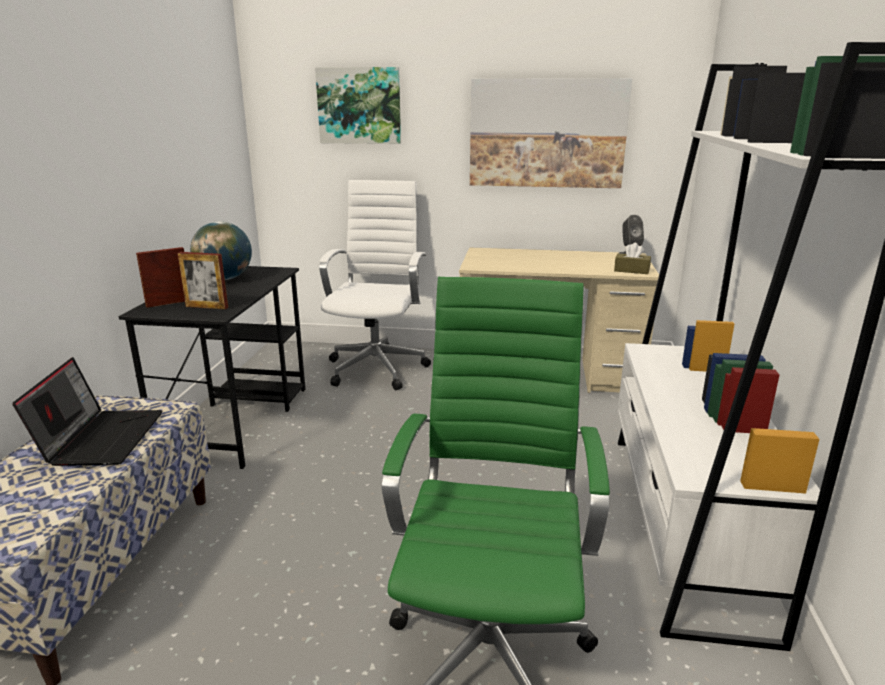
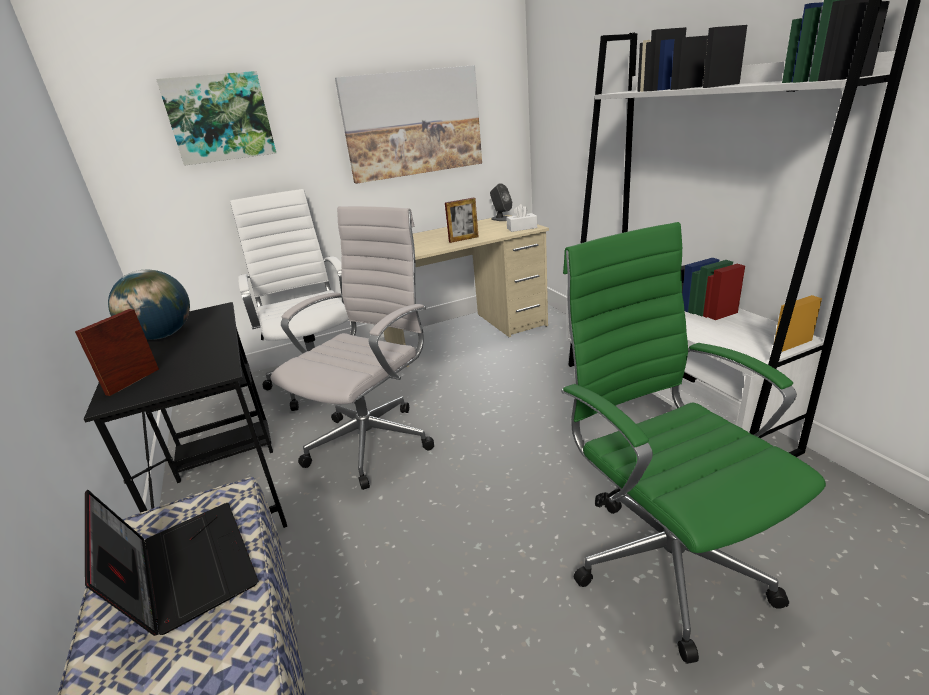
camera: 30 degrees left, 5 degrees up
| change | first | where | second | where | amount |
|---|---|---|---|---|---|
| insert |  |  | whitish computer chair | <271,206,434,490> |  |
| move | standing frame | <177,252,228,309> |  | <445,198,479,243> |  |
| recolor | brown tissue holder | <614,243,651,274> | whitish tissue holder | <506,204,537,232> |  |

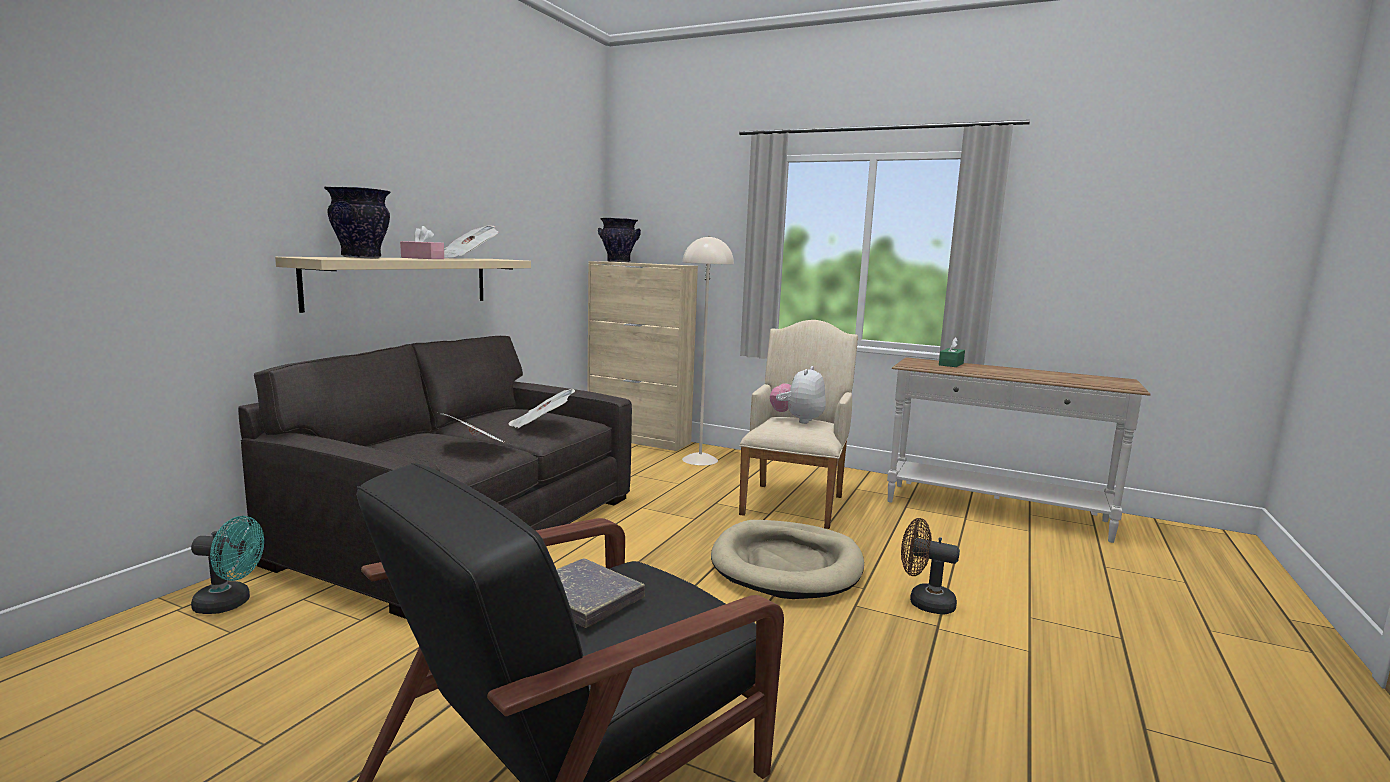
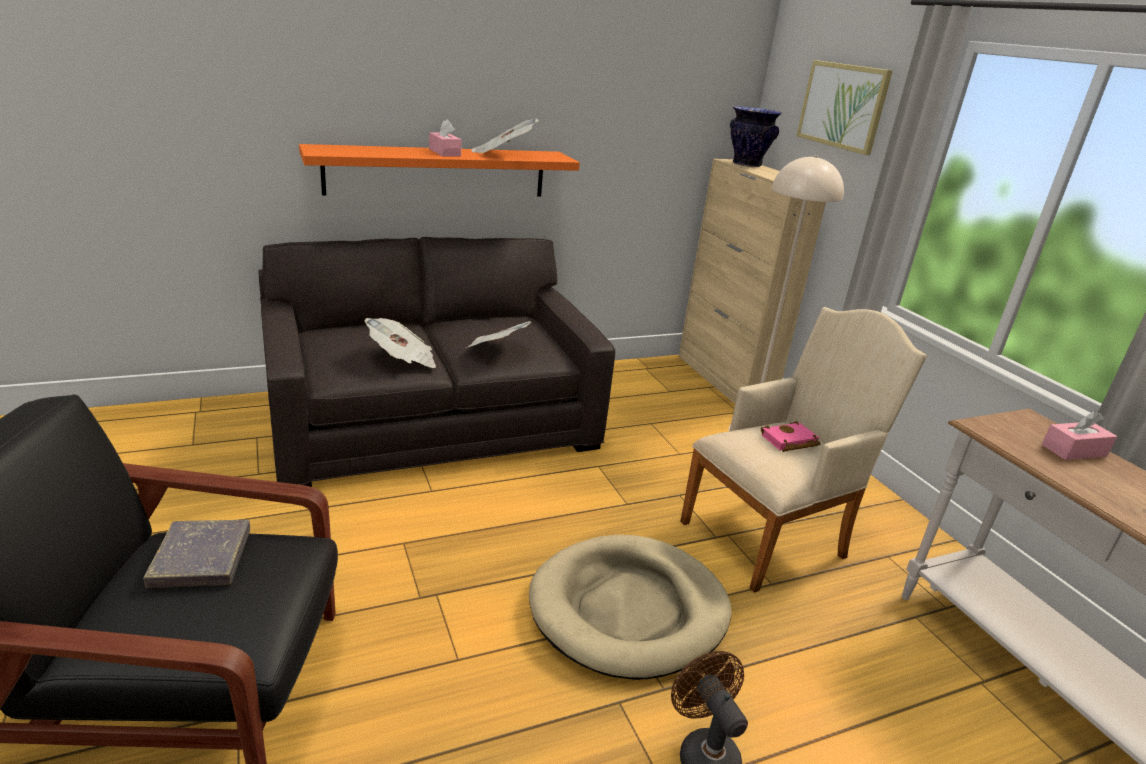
camera: 40 degrees right, 15 degrees up
| change | first | where | second | where | amount |
|---|---|---|---|---|---|
| delete | blue-green electric fan | <191,516,264,614> |  |  |  |
| delete | decorative vase | <324,187,391,259> |  |  |  |
| insert |  |  | wall art | <797,60,893,155> |  |
| replace | cuddly toy | <770,366,826,424> | pink volume | <761,421,821,452> |  |
| recolor | beige-coloured shelf | <275,257,531,313> | orange shelf | <299,144,580,197> |  |
| recolor | green-coloured tissue holder | <939,337,965,367> | pink tissue holder | <1042,411,1117,460> |  |

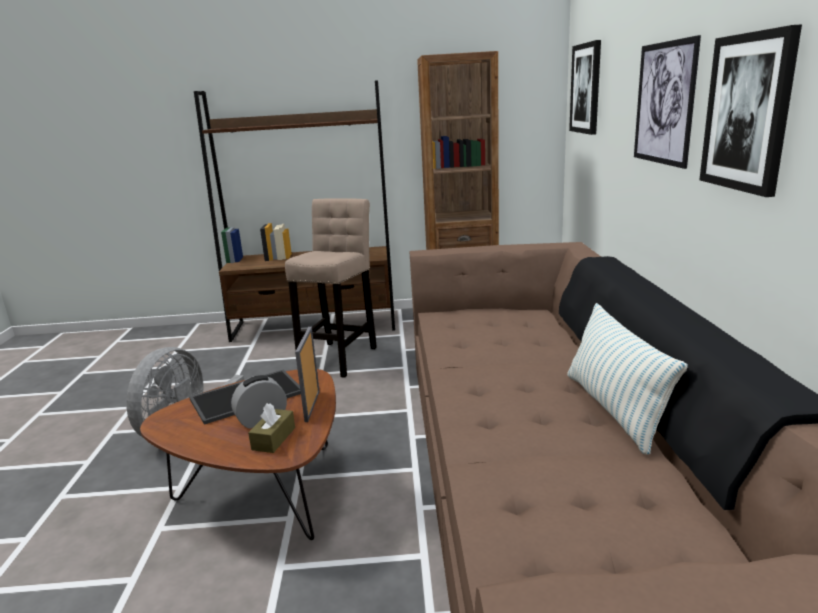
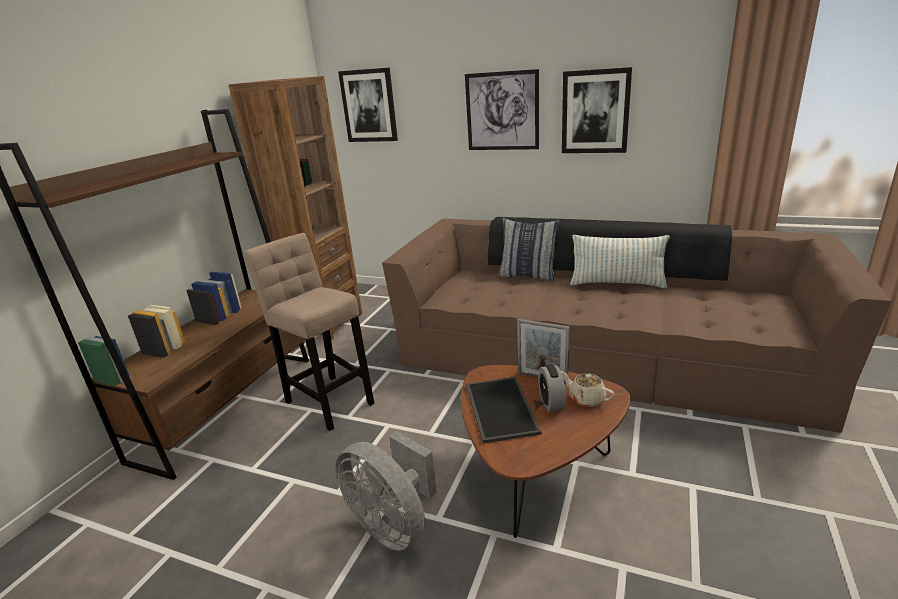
camera: 65 degrees left, 5 degrees up
| change | first | where | second | where | amount |
|---|---|---|---|---|---|
| insert |  |  | pillow | <498,218,560,281> |  |
| replace | brown tissue holder | <248,403,295,453> | beige-coloured pot for tea | <561,371,614,407> |  |

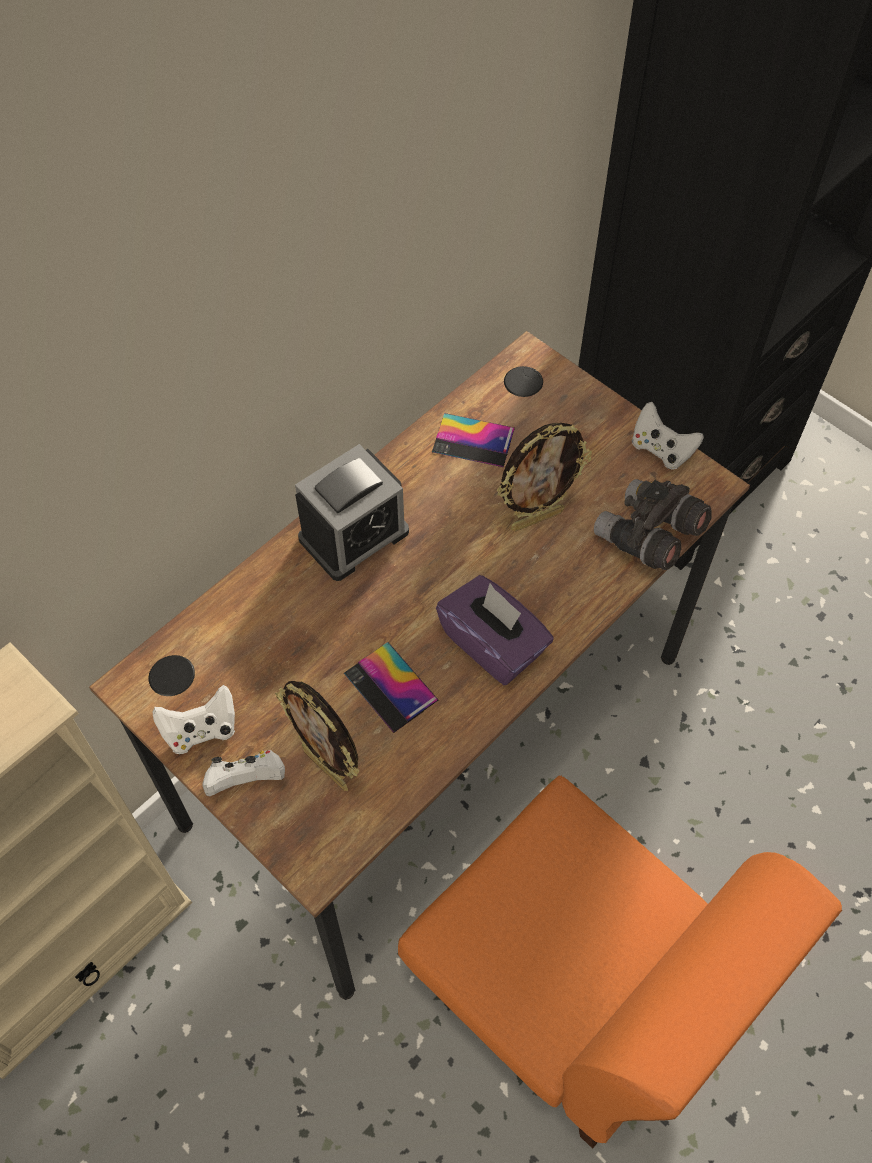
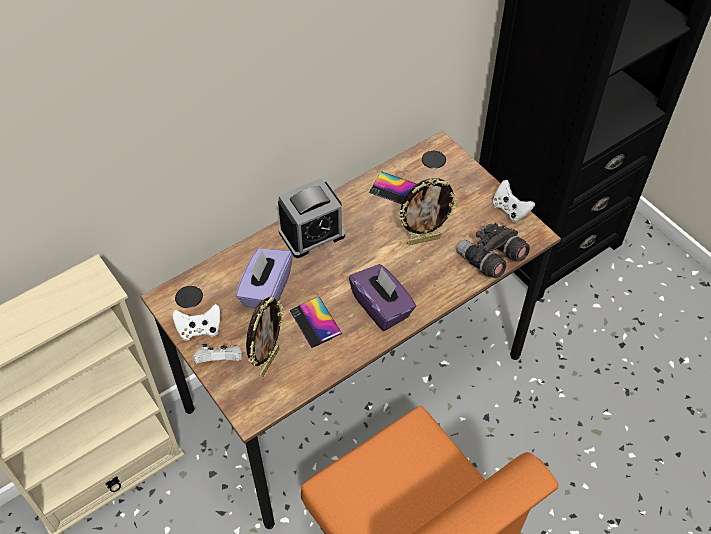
camera: 10 degrees right, 5 degrees down
| change | first | where | second | where | amount |
|---|---|---|---|---|---|
| insert |  |  | purplish tissue holder | <236,248,293,309> |  |
| rotate | standing frame | <275,681,359,791> |  | <246,297,284,378> | 120 degrees counterclockwise |

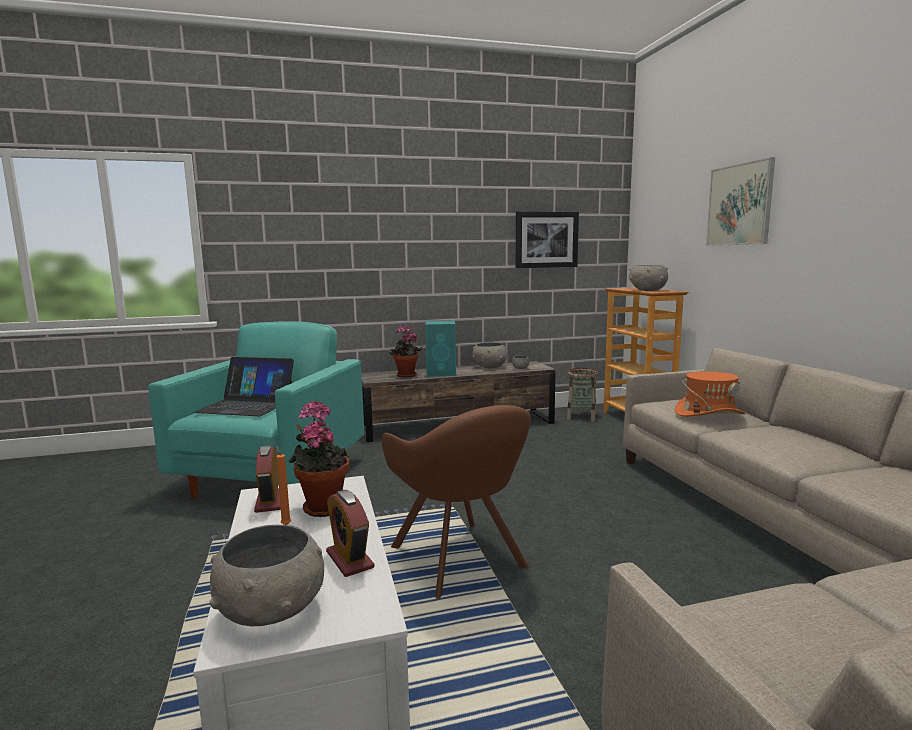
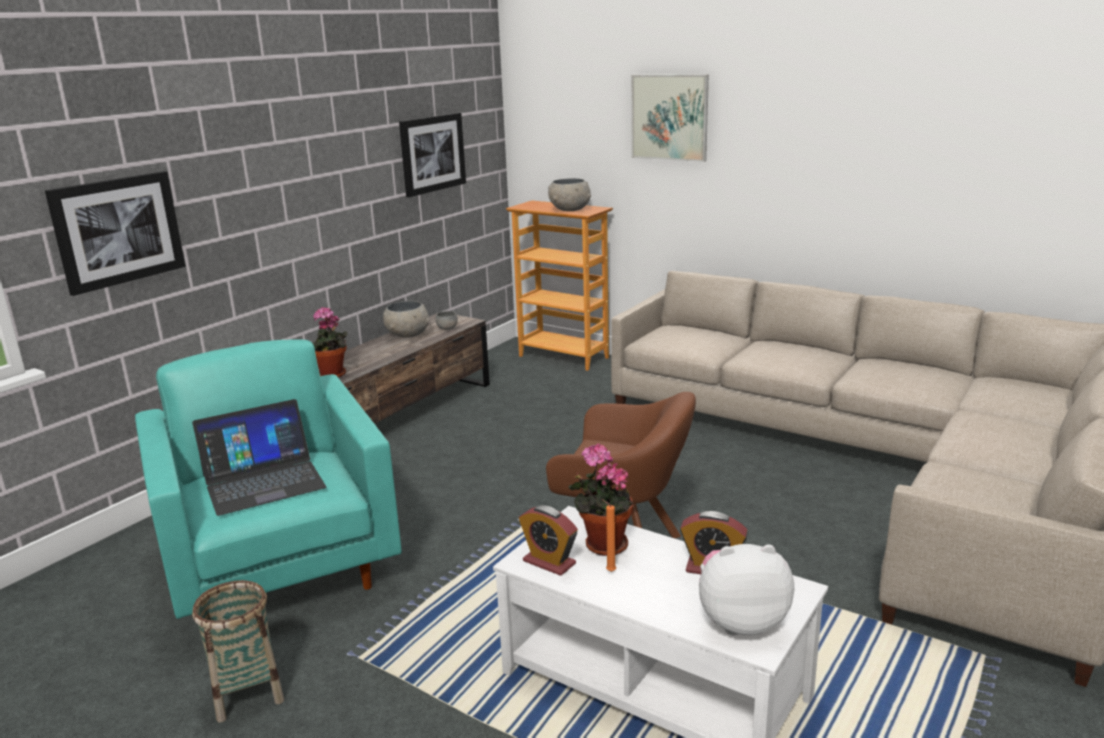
camera: 40 degrees left, 10 degrees up
| change | first | where | second | where | amount |
|---|---|---|---|---|---|
| delete | blue-green audio speaker | <425,321,456,377> |  |  |  |
| delete | orange wearable hat | <675,372,746,417> |  |  |  |
| insert |  |  | wall art | <45,171,186,296> |  |
| move | storage basket | <567,368,598,421> |  | <192,580,284,723> |  |
| replace | gray bowl | <209,525,324,626> | cuddly toy | <699,544,794,635> |  |

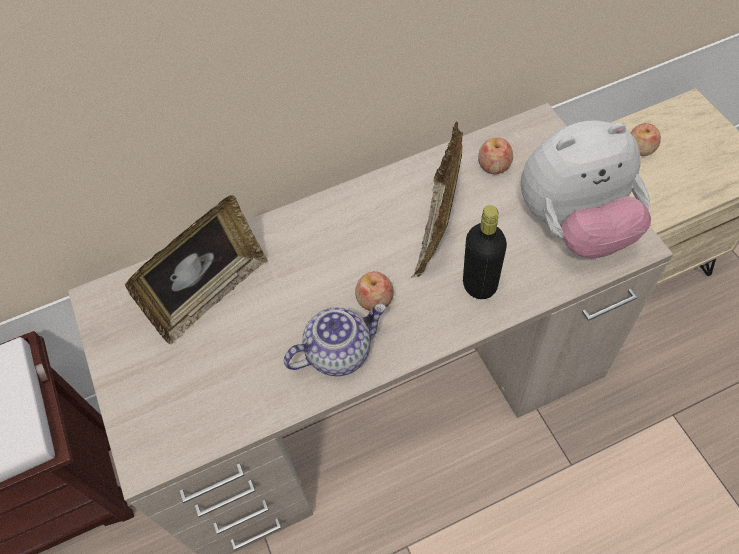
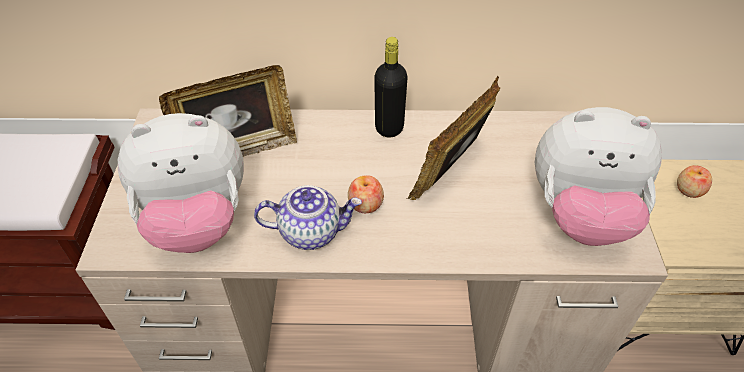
camera: 20 degrees right, 10 degrees down
| change | first | where | second | where | amount |
|---|---|---|---|---|---|
| delete | whole apple | <478,137,513,174> |  |  |  |
| insert |  |  | cuddly toy | <118,113,244,253> |  |
| move | black-coloured drink bottle | <463,205,507,299> |  | <374,37,407,137> |  |

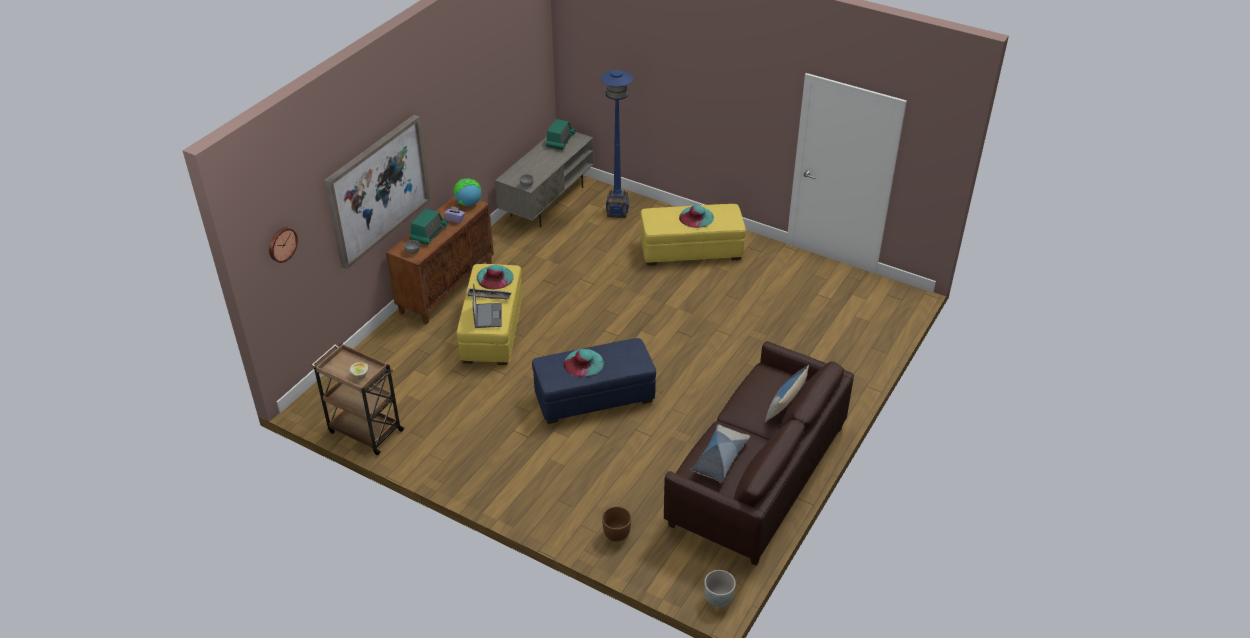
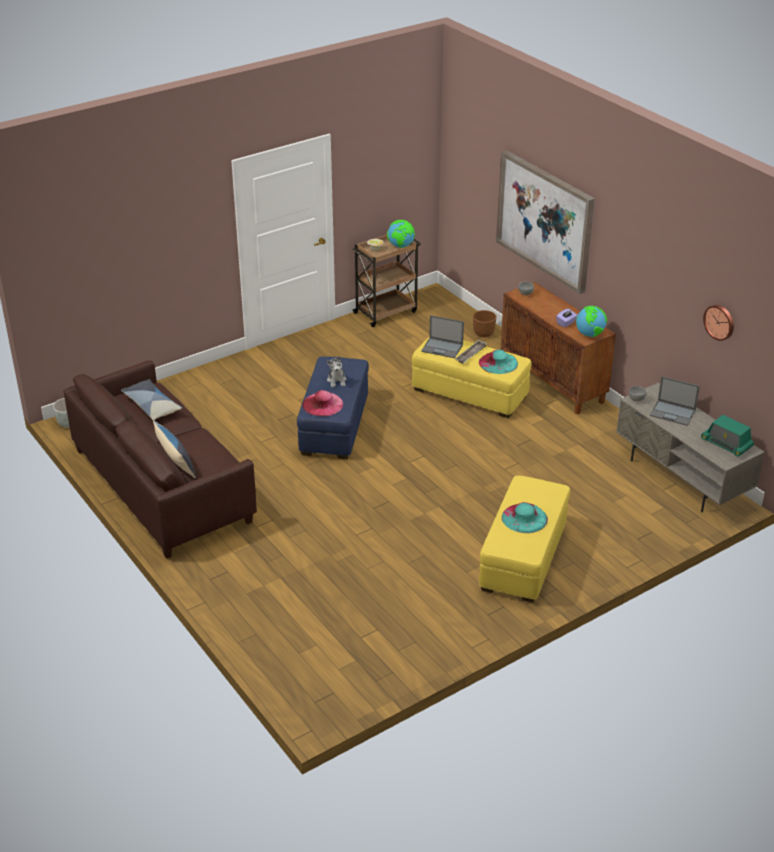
camera: 115 degrees right, 5 degrees down
| change | first | where | second | where | amount |
|---|---|---|---|---|---|
| delete | radio receiver | <409,208,448,245> |  |  |  |
| delete | bluish standing lamp | <601,70,633,218> |  |  |  |
| insert |  |  | pink wearable hat | <302,390,343,416> |  |
| insert |  |  | desk globe | <387,220,415,248> |  |
| insert |  |  | notebook computer | <650,376,700,426> |  |
| move | hanging clock | <269,228,298,263> |  | <703,305,734,341> |  |
| move | brown plant pot | <602,506,632,542> |  | <473,310,496,337> |  |
| replace | blue-green wearable hat | <564,349,604,377> | cuddly toy | <327,356,347,387> |  |

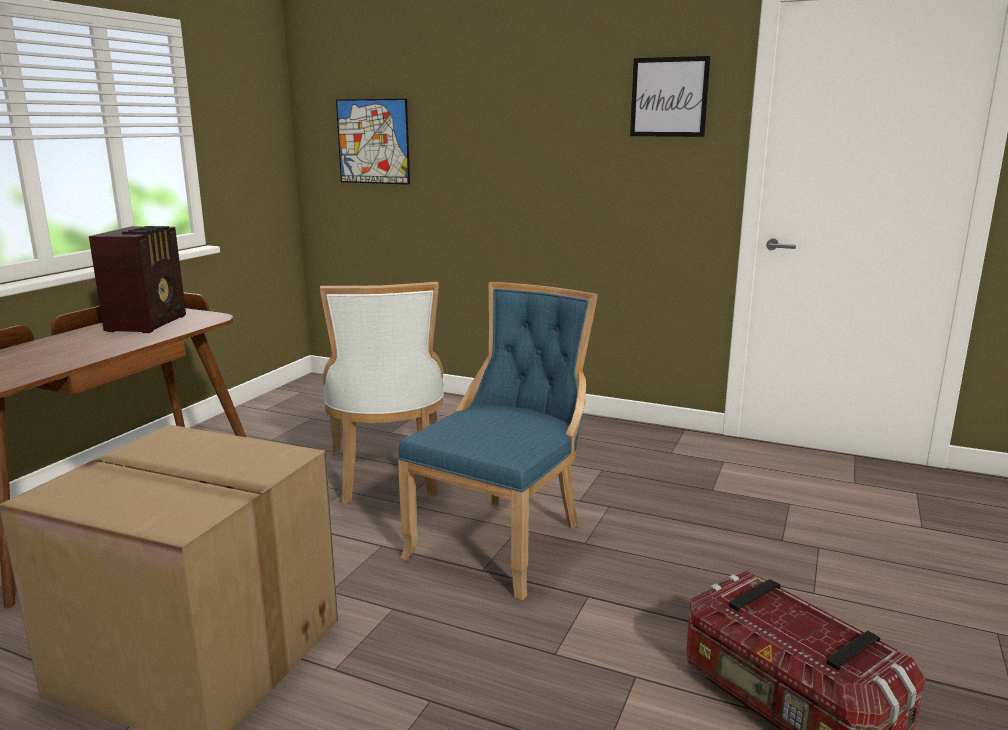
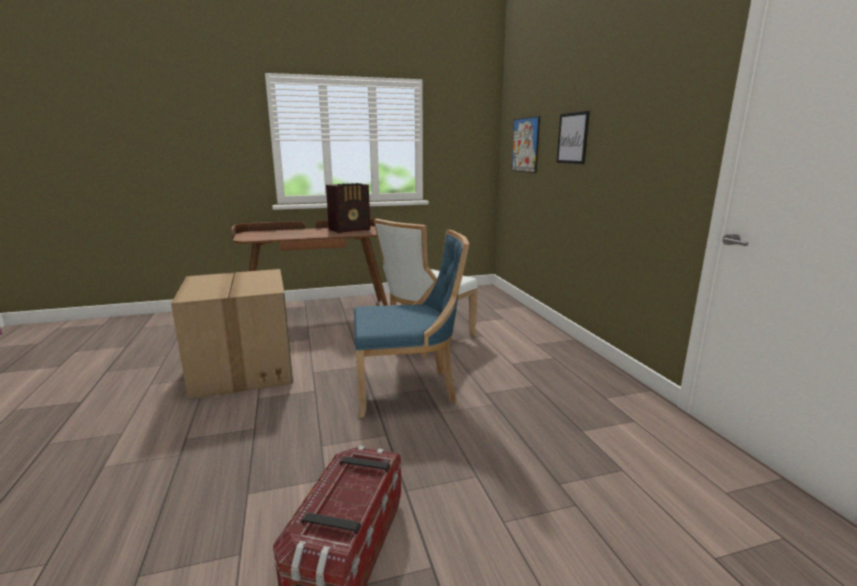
camera: 50 degrees right, 0 degrees up
| change | first | where | second | where | amount |
|---|---|---|---|---|---|
| move | wall art | <630,56,710,137> |  | <556,111,590,164> |  |

